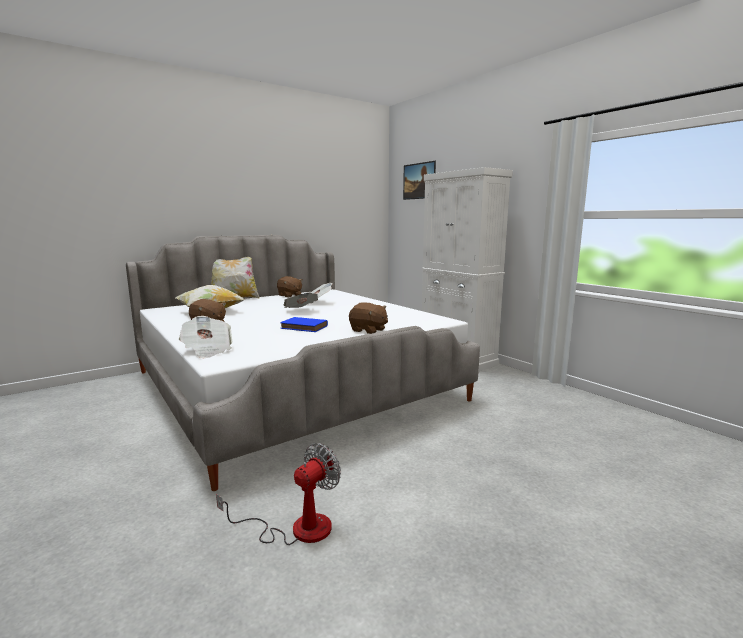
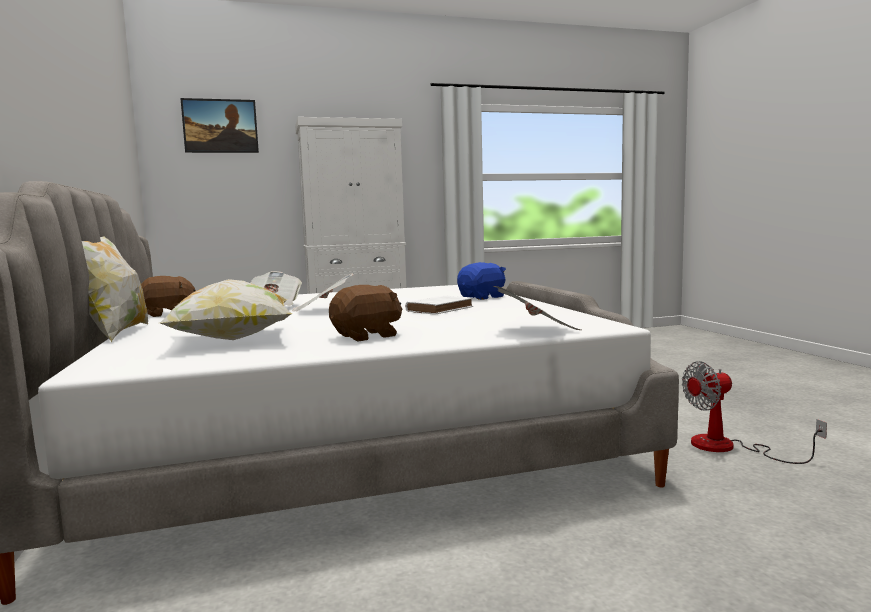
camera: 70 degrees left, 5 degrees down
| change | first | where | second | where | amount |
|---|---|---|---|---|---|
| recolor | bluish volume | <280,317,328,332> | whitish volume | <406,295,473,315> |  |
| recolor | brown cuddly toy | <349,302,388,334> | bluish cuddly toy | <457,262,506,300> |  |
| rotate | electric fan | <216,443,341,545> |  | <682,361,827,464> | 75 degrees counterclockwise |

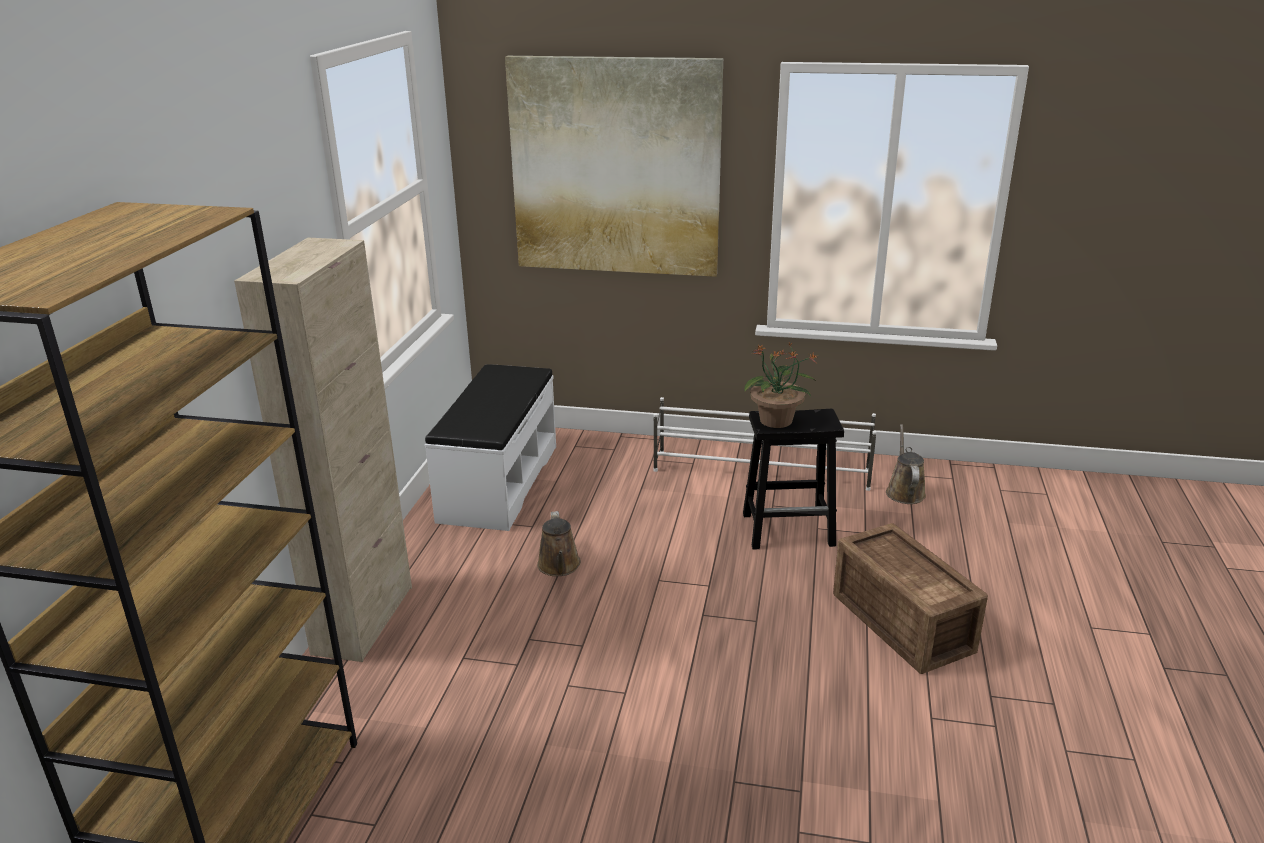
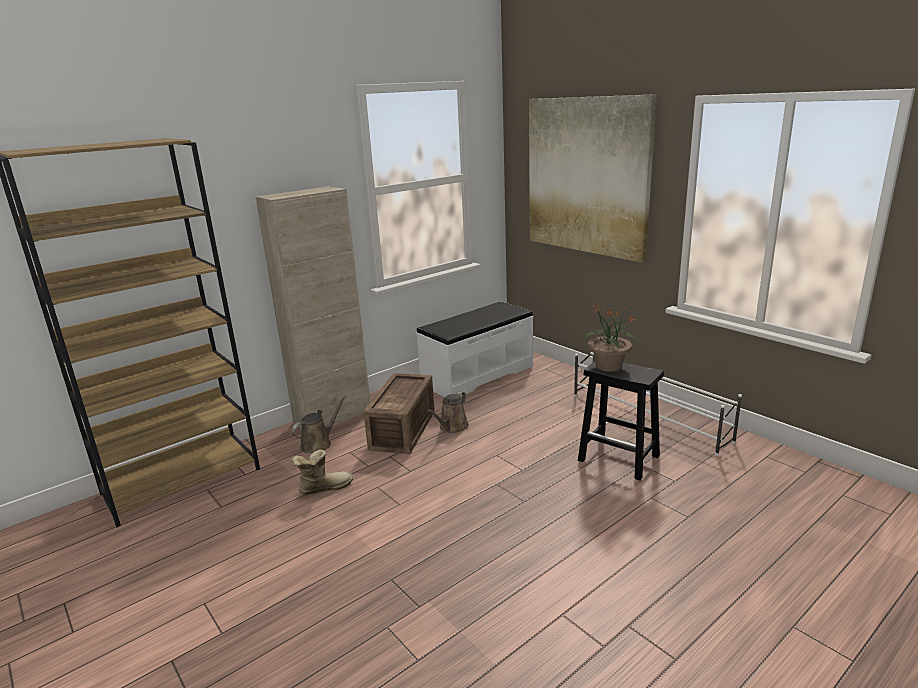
camera: 40 degrees right, 5 degrees down
| change | first | where | second | where | amount |
|---|---|---|---|---|---|
| insert |  |  | boot | <291,449,353,495> |  |
| move | packing crate | <833,523,988,674> |  | <364,373,435,454> |  |
| move | brown watering can | <886,424,926,504> |  | <291,395,347,453> |  |

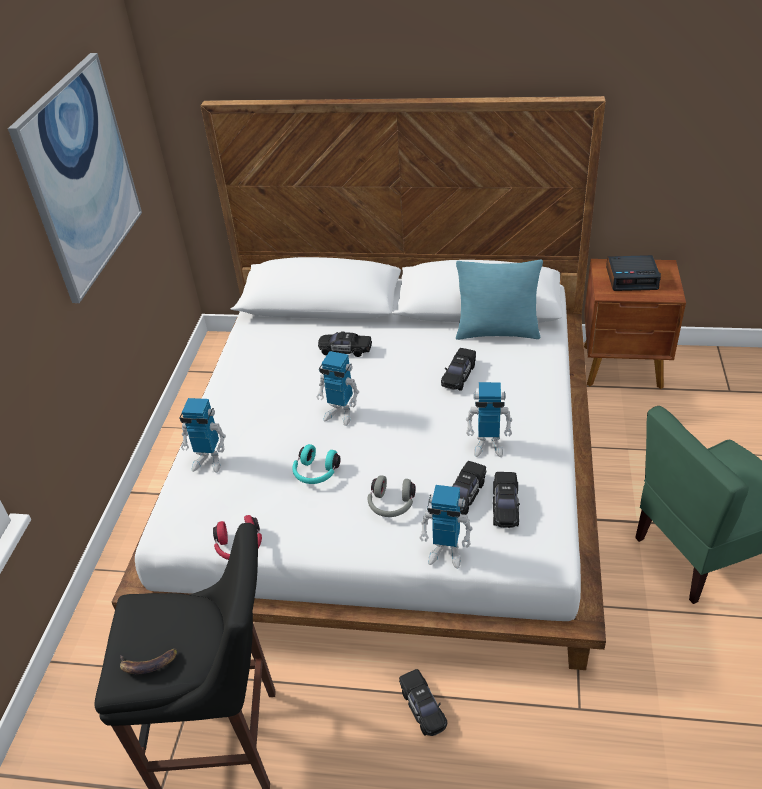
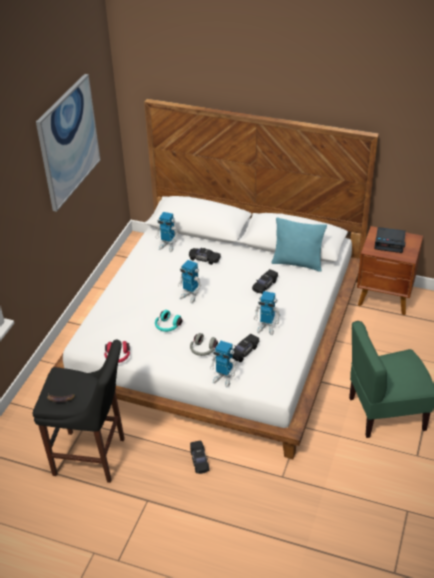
camera: 10 degrees right, 0 degrees up
| change | first | where | second | where | amount |
|---|---|---|---|---|---|
| delete | black-coloured toy car | <493,472,520,528> |  |  |  |
| move | model robot | <179,398,226,473> |  | <155,212,178,252> |  |

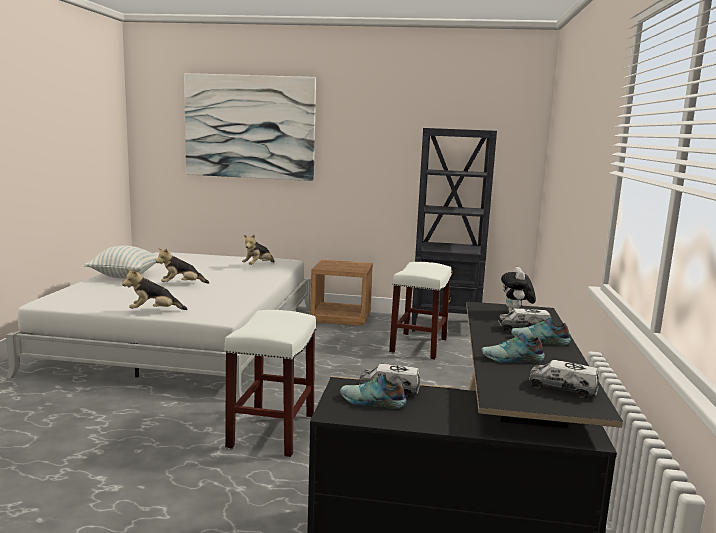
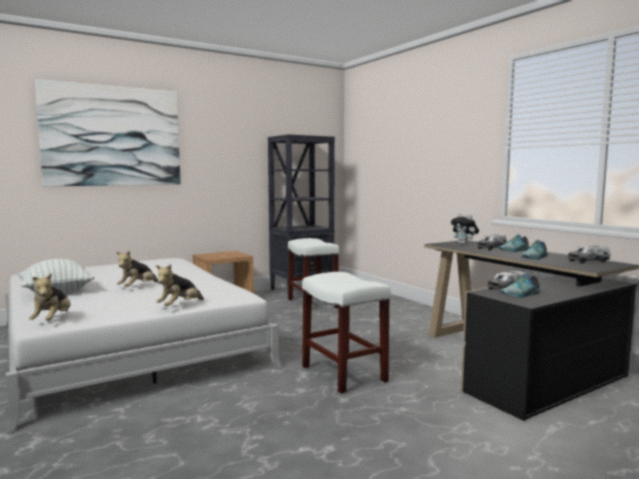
camera: 40 degrees left, 5 degrees down
| change | first | where | second | where | amount |
|---|---|---|---|---|---|
| move | cuddly toy | <242,234,275,265> |  | <29,273,71,321> |  |

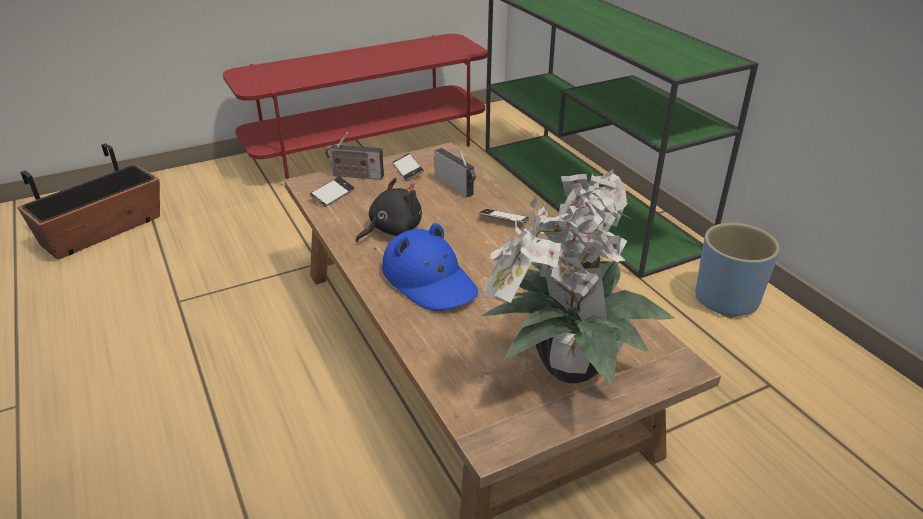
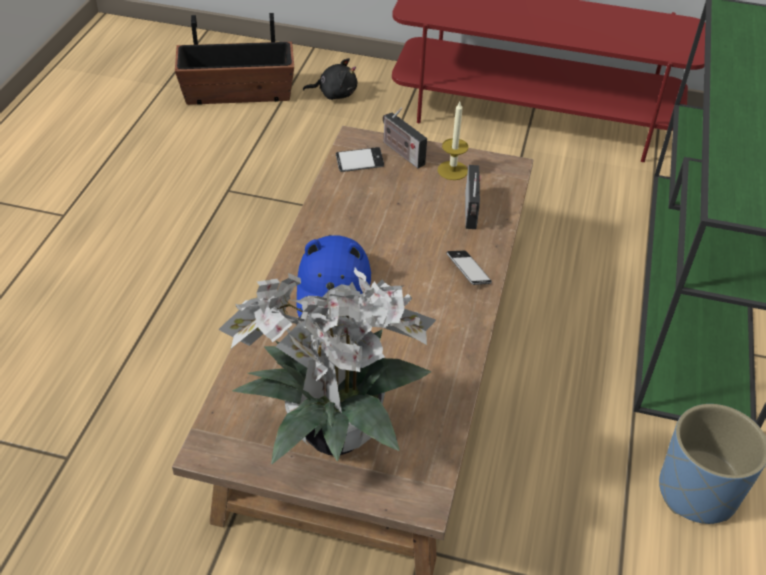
camera: 40 degrees right, 10 degrees up
| change | first | where | second | where | amount |
|---|---|---|---|---|---|
| move | black-coloured cuddly toy | <356,178,422,242> |  | <303,58,358,100> |  |
| replace | handset | <392,153,424,181> | wax candle | <438,102,468,180> |  |

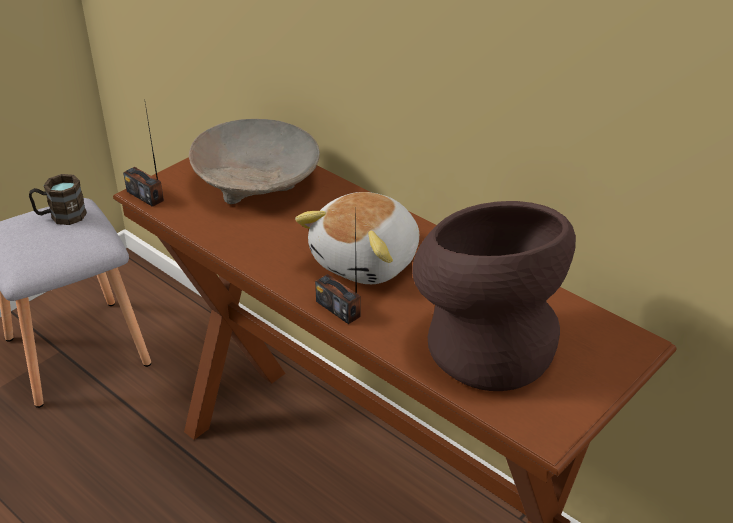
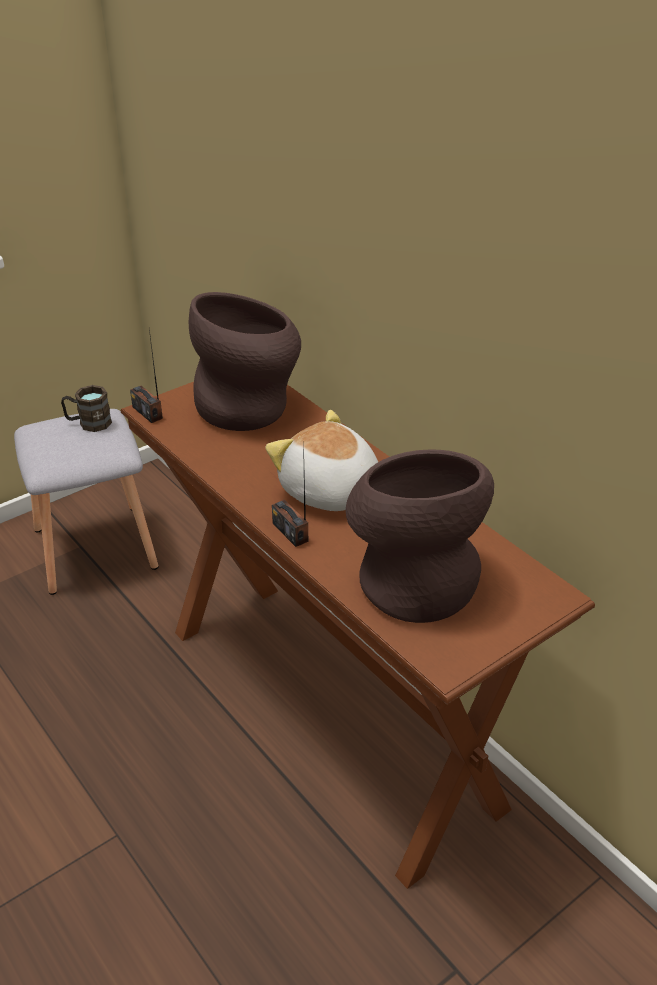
camera: 10 degrees right, 0 degrees up
| change | first | where | second | where | amount |
|---|---|---|---|---|---|
| replace | beige-coloured bowl | <189,119,320,204> | brown decorative vase | <189,292,301,431> |  |
| rotate | cuddly toy | <295,192,419,284> |  | <265,410,378,511> | 90 degrees clockwise |

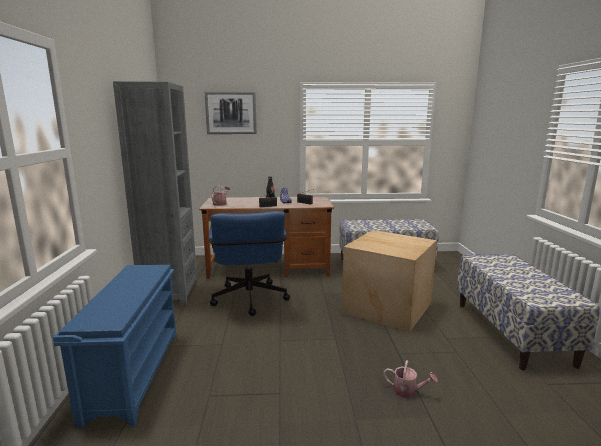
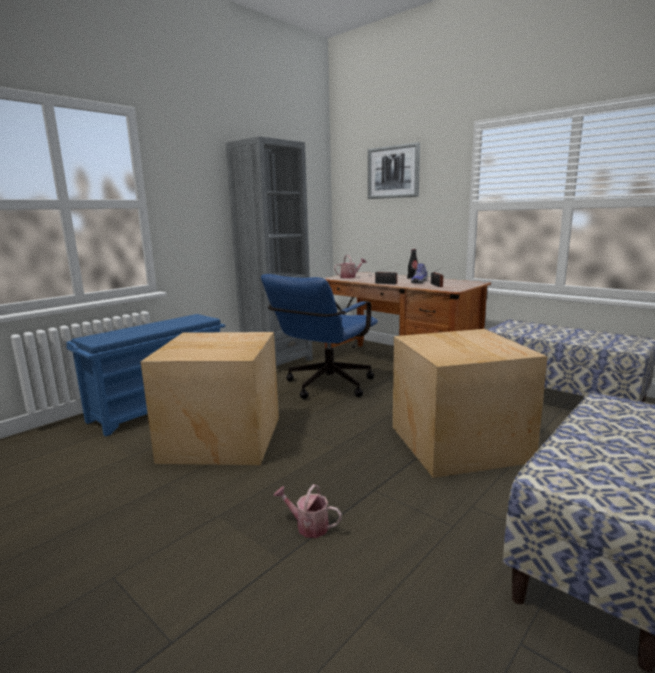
camera: 45 degrees right, 0 degrees up
| change | first | where | second | where | amount |
|---|---|---|---|---|---|
| insert |  |  | cardboard box | <140,332,279,465> |  |
| rotate | watering can | <384,360,438,398> |  | <274,484,342,538> | 135 degrees clockwise |

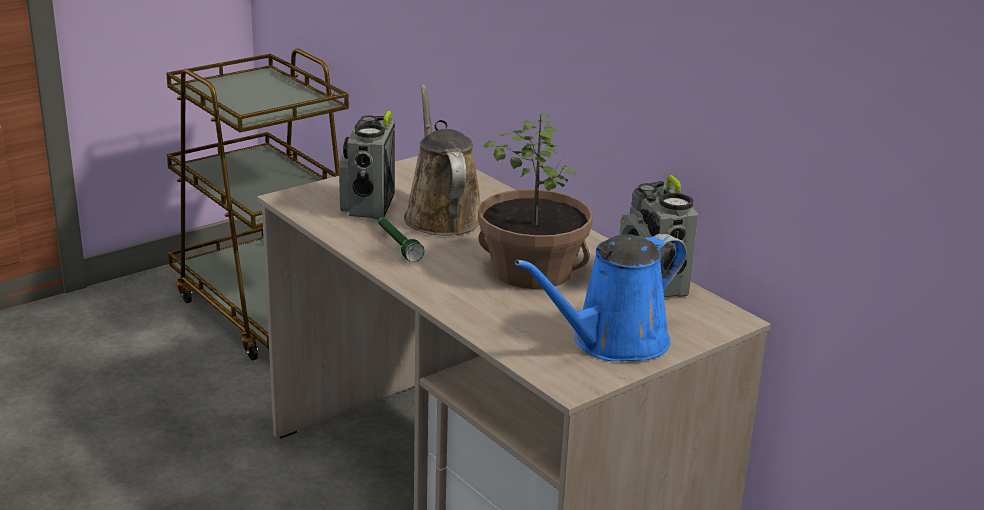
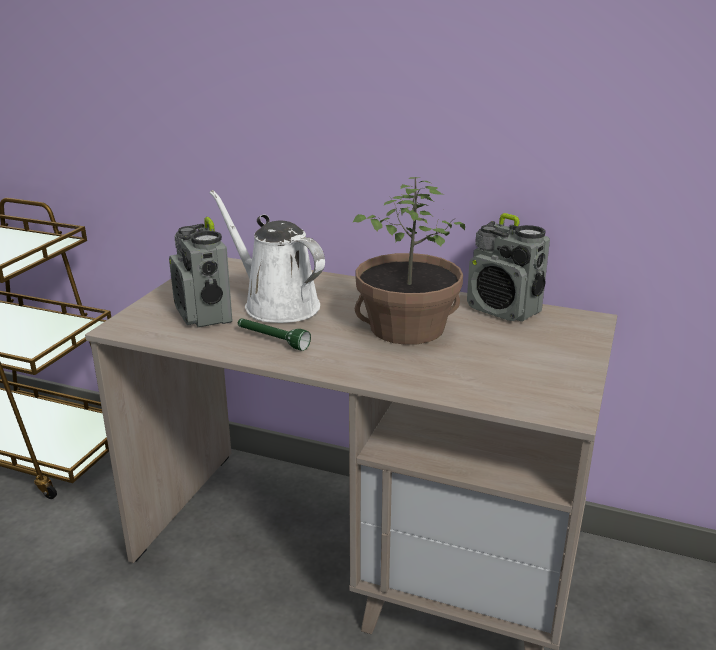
camera: 30 degrees left, 0 degrees up
| change | first | where | second | where | amount |
|---|---|---|---|---|---|
| delete | bluish watering can | <515,234,687,361> |  |  |  |
| recolor | brown watering can | <404,84,481,236> | whitish watering can | <209,190,325,323> |  |

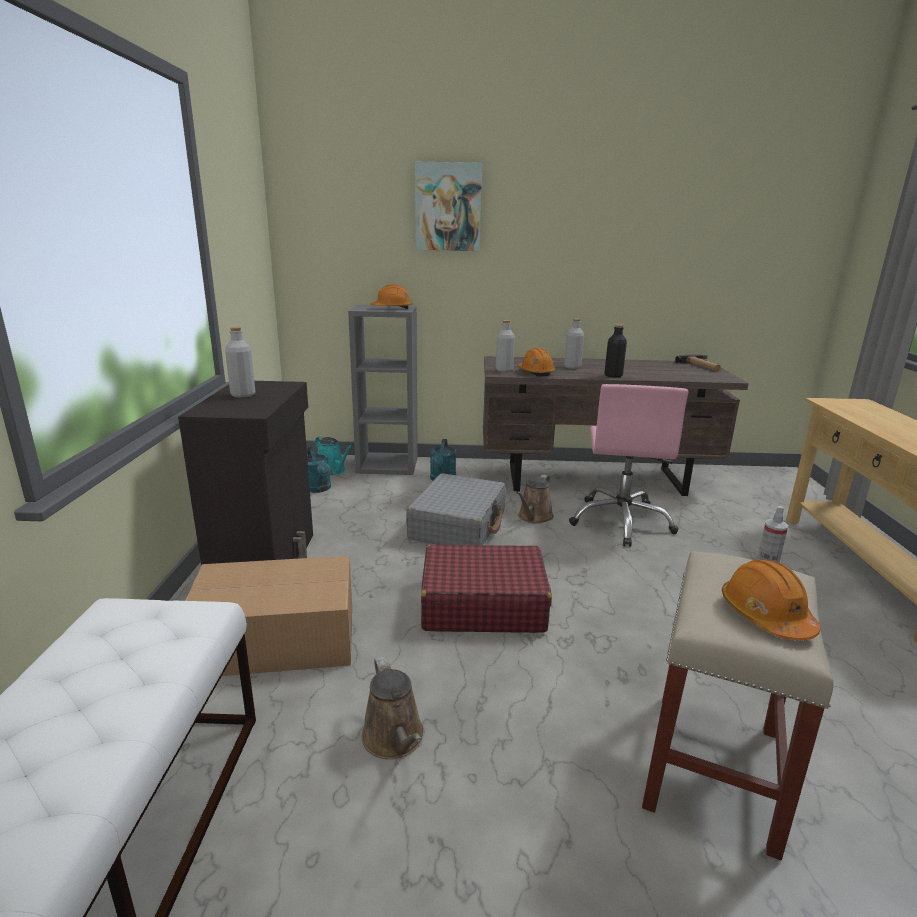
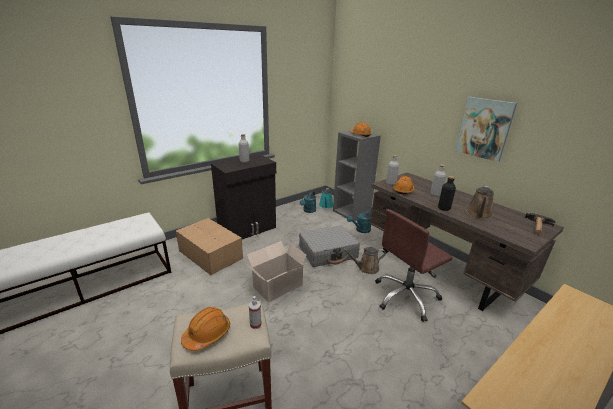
camera: 50 degrees right, 5 degrees up
| change | first | where | second | where | amount |
|---|---|---|---|---|---|
| move | brown watering can | <362,657,424,759> |  | <466,186,494,219> |  |
| move | wall art | <415,162,482,251> |  | <455,97,517,162> |  |
| replace | reddish piece of luggage | <421,544,552,633> | cardboard box | <245,241,309,302> |  |
| recolor | pink computer chair | <569,384,688,547> | brown computer chair | <375,209,453,322> |  |

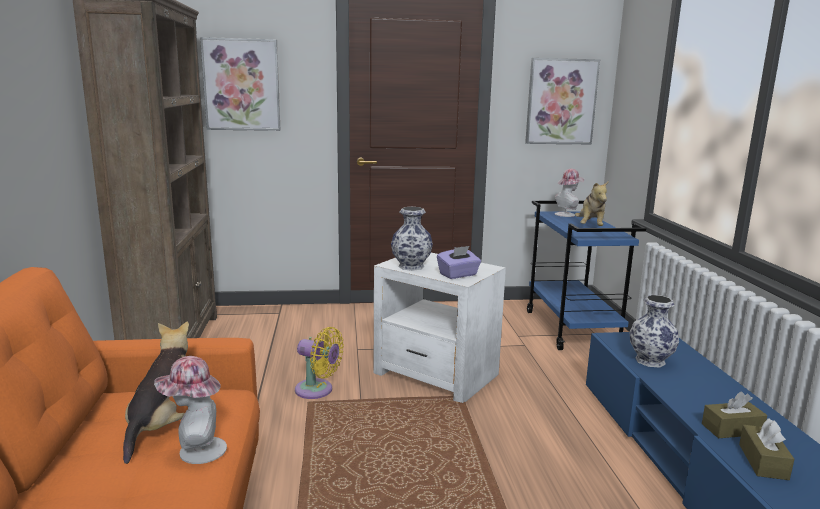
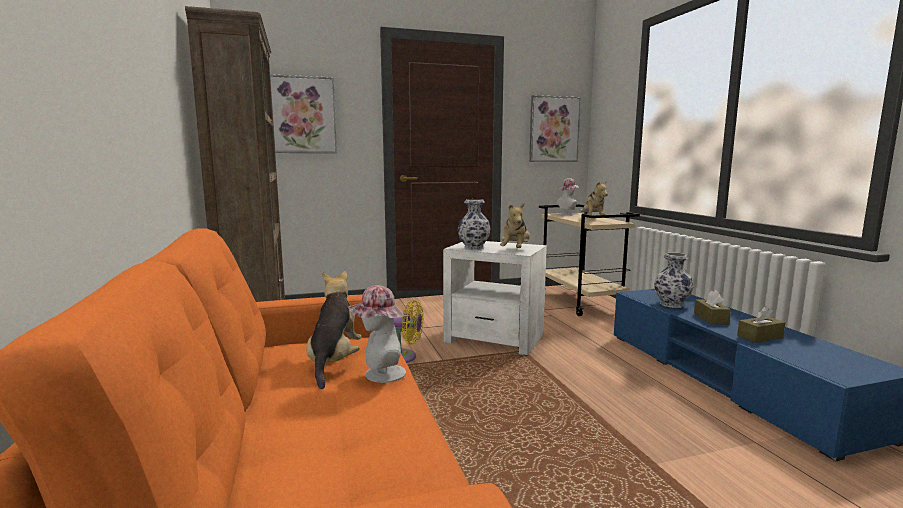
camera: 10 degrees left, 5 degrees down
| change | first | where | second | where | amount |
|---|---|---|---|---|---|
| move | brown tissue holder | <739,418,794,480> |  | <694,290,731,324> |  |
| replace | purplish tissue holder | <437,246,481,279> | cuddly toy | <500,203,530,248> |  |
| recolor | bluish wheeled cart | <527,201,646,350> | beige-coloured wheeled cart | <539,204,640,316> |  |

